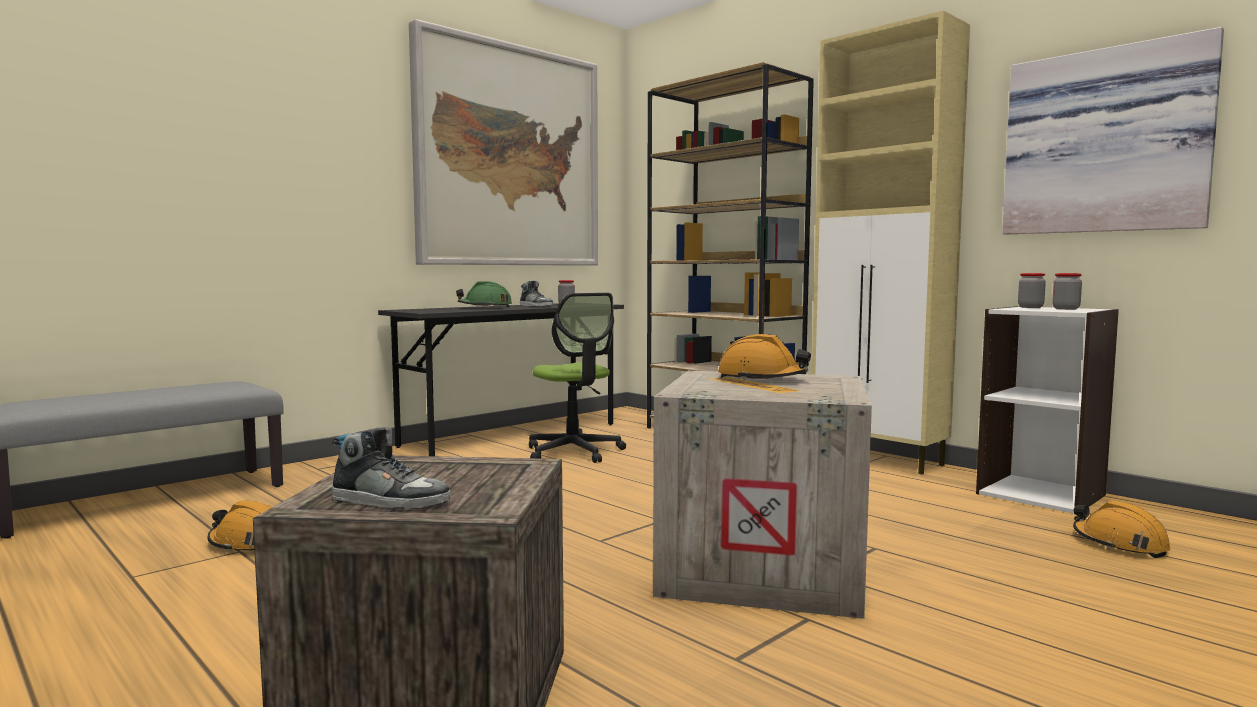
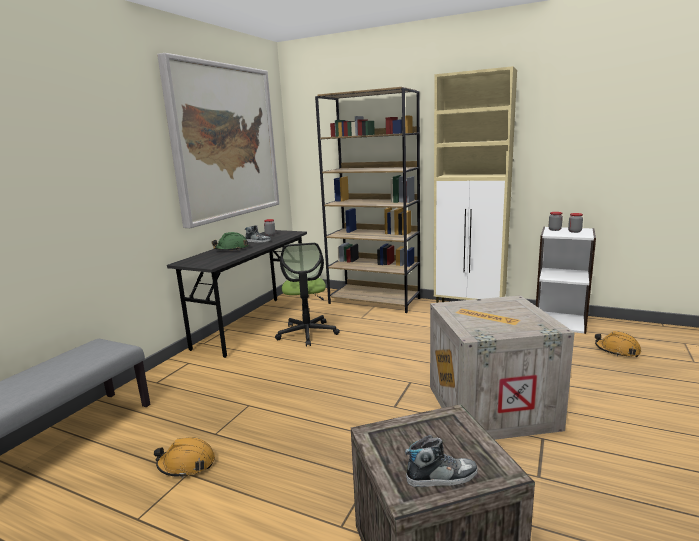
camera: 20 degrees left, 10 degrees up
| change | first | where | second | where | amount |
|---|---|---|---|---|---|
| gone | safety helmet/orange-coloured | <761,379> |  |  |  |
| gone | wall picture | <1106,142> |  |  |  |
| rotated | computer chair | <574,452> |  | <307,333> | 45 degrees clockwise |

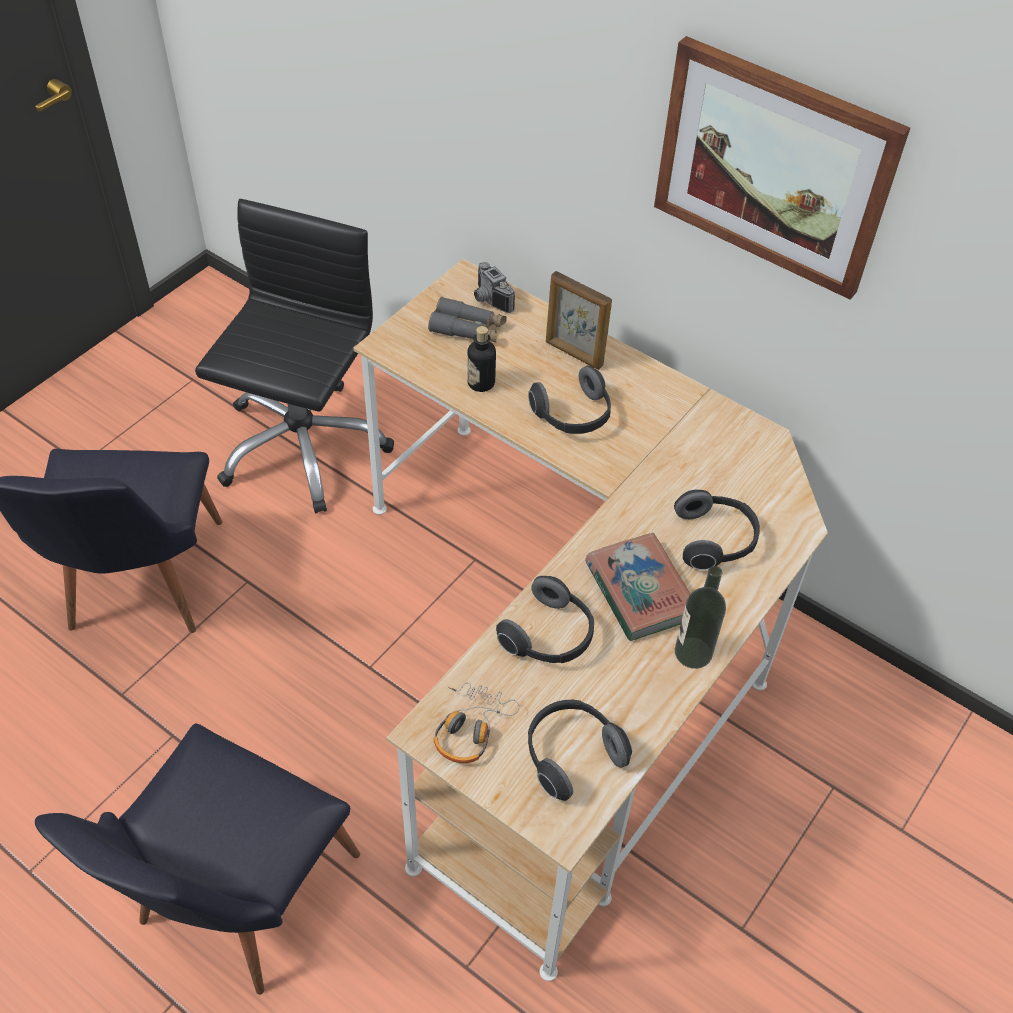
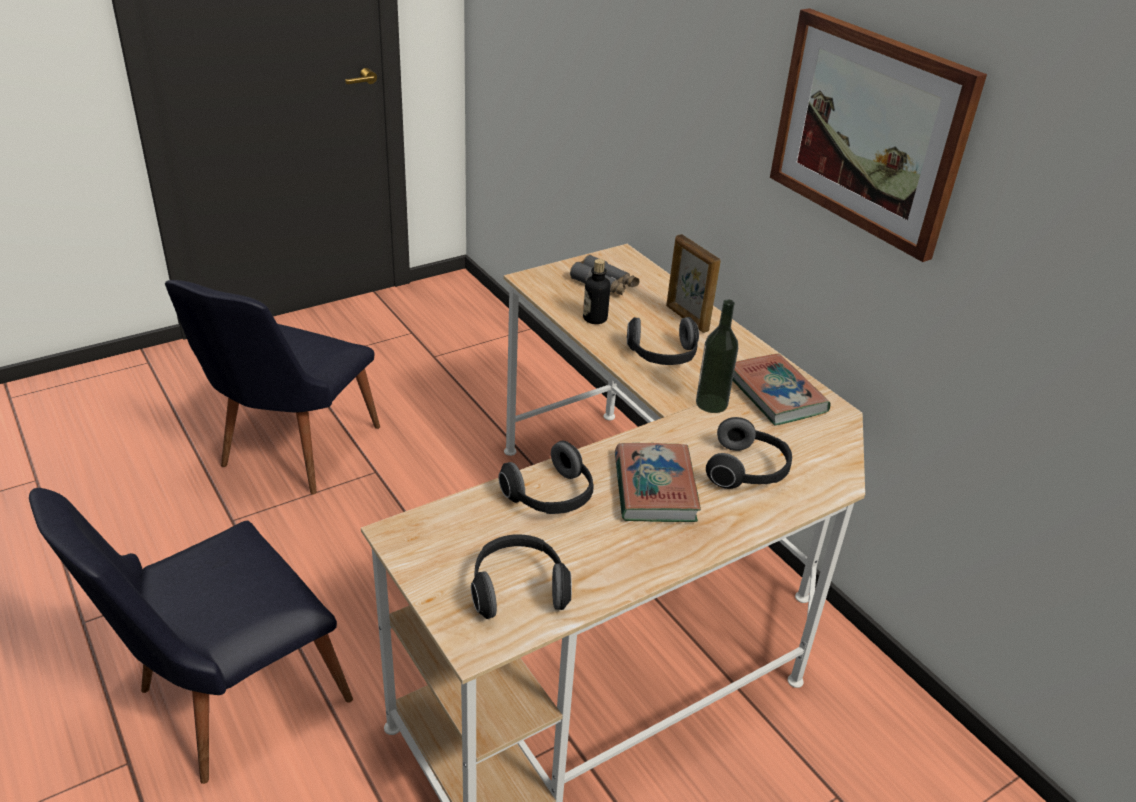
camera: 20 degrees right, 15 degrees down
| change | first | where | second | where | amount |
|---|---|---|---|---|---|
| gone | computer chair/blackish | <302,445> |  |  |  |
| gone | pair of headphones | <470,728> |  |  |  |
| gone | photo camera | <488,300> |  |  |  |
| new |  |  | bound book | <776,394> |  |
| shifted | bottle | <693,652> |  | <711,403> |  |

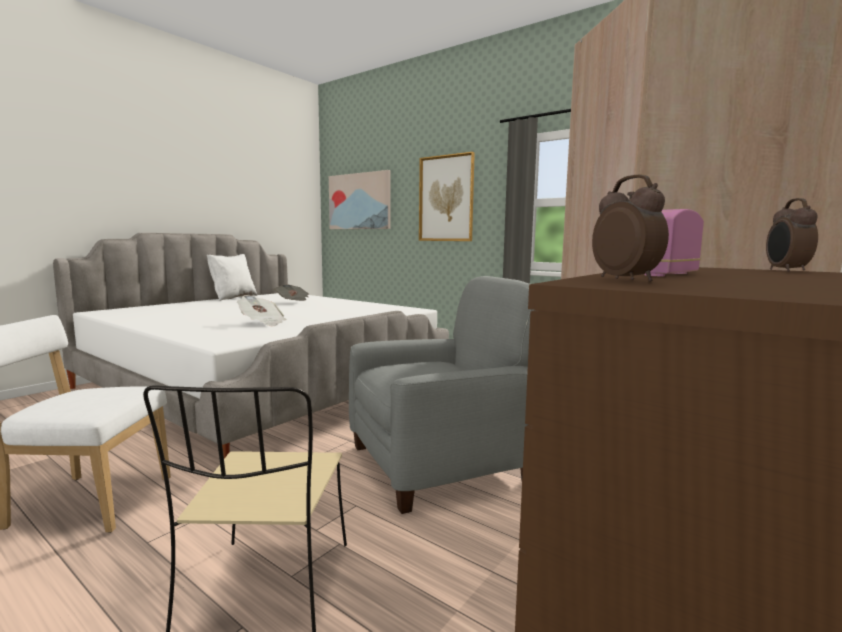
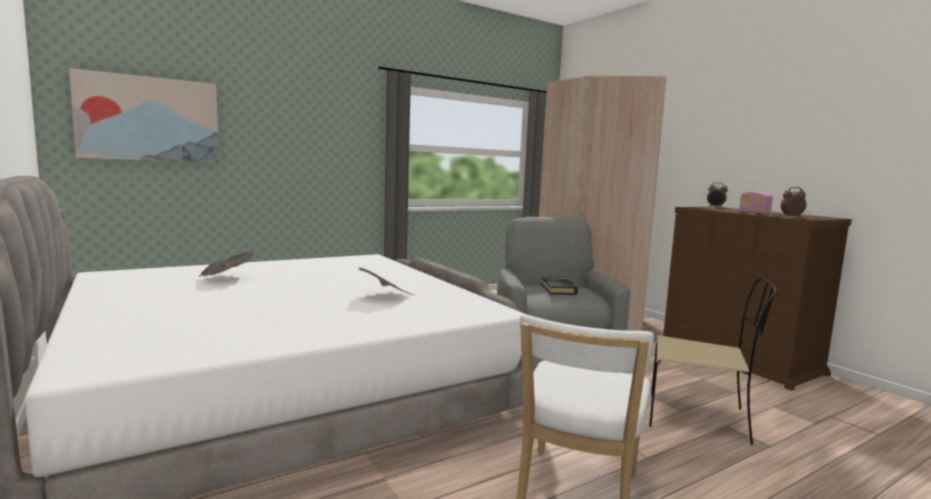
camera: 70 degrees left, 0 degrees up
| change | first | where | second | where | amount |
|---|---|---|---|---|---|
| gone | pillow/white-coloured | <233,297> |  |  |  |
| gone | wall picture | <446,198> |  |  |  |
| new |  |  | bound book/blackish | <558,289> |  |

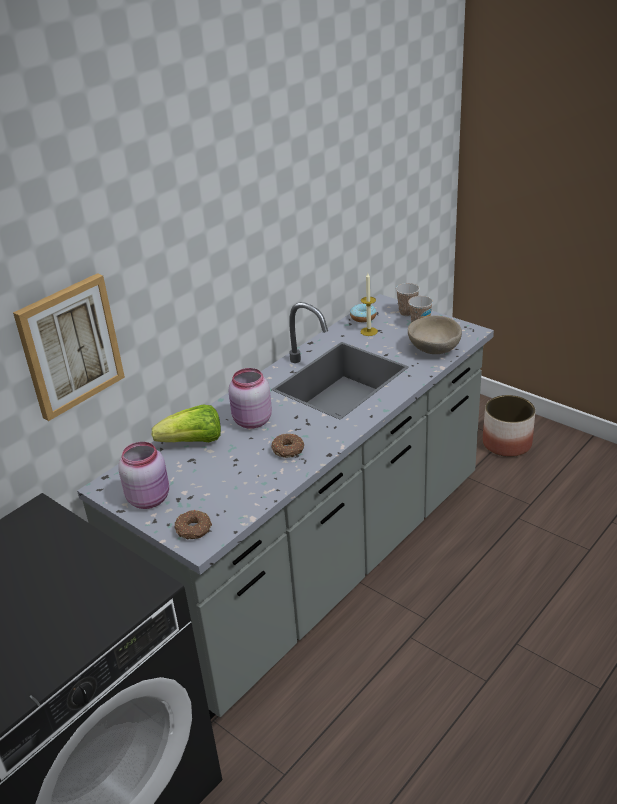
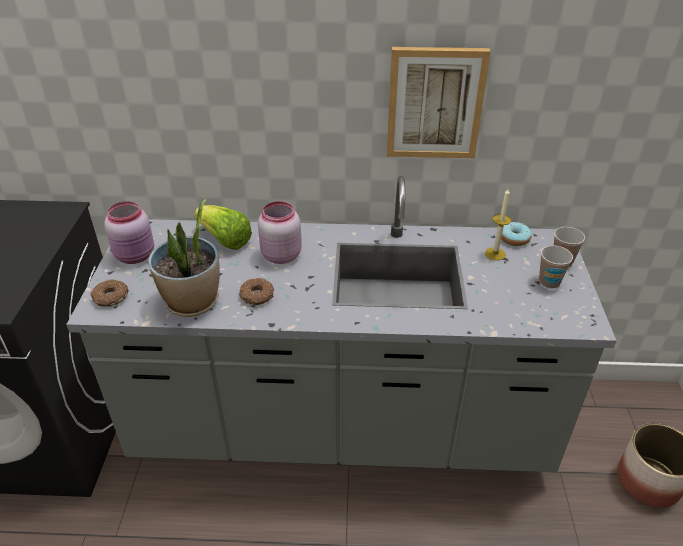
camera: 50 degrees right, 5 degrees up
| change | first | where | second | where | amount |
|---|---|---|---|---|---|
| gone | serving bowl/sand-coloured | <433,349> |  |  |  |
| new |  |  | plant in a pot | <193,302> |  |
| shifted | wall picture | <70,345> |  | <435,103> |  |

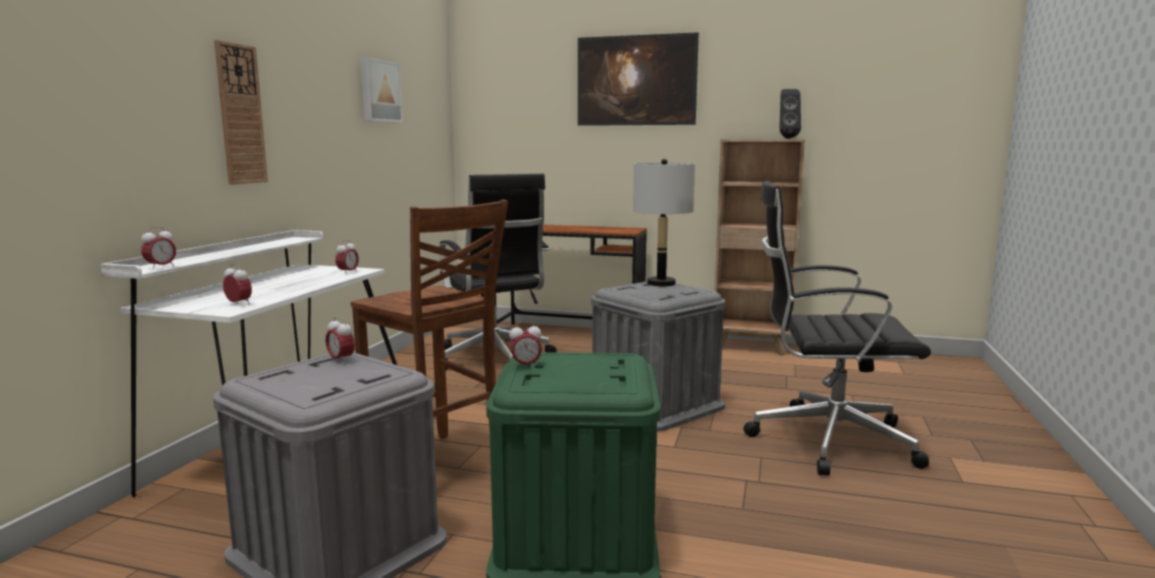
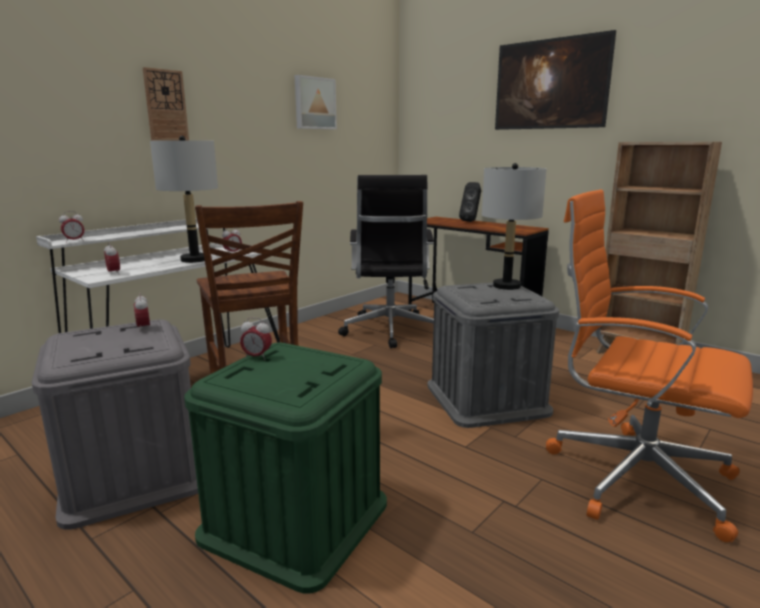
camera: 25 degrees right, 5 degrees up
| change | first | where | second | where | amount |
|---|---|---|---|---|---|
| new |  |  | tabletop lamp/greyish | <195,260> |  |
| shifted | loudspeaker/blackish | <787,138> |  | <471,221> |  |
| repainted | computer chair/blackish | <826,440> | computer chair/orange-coloured | <633,476> |  |

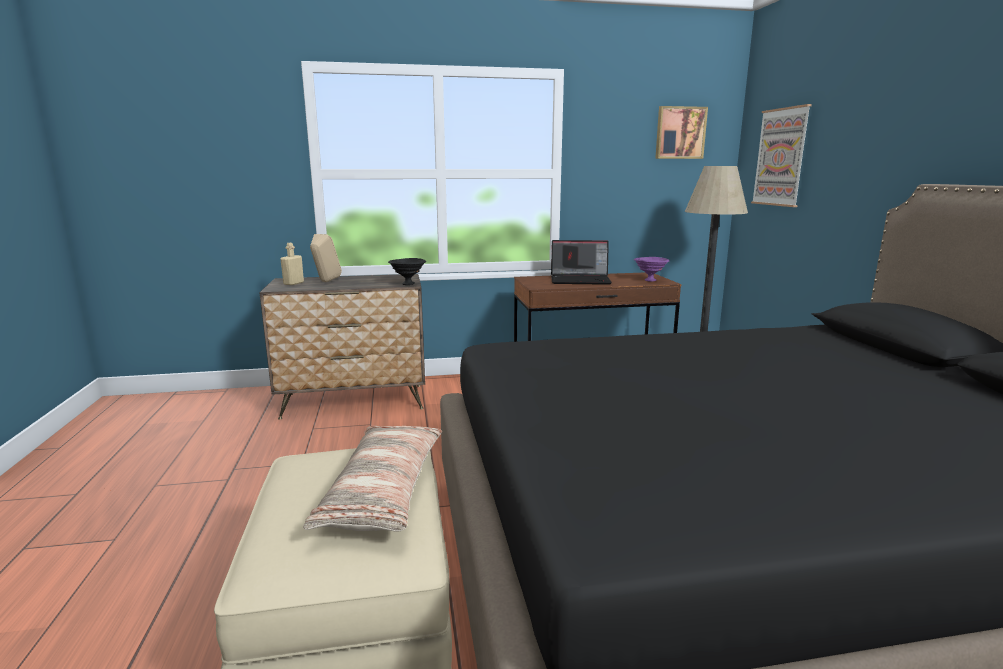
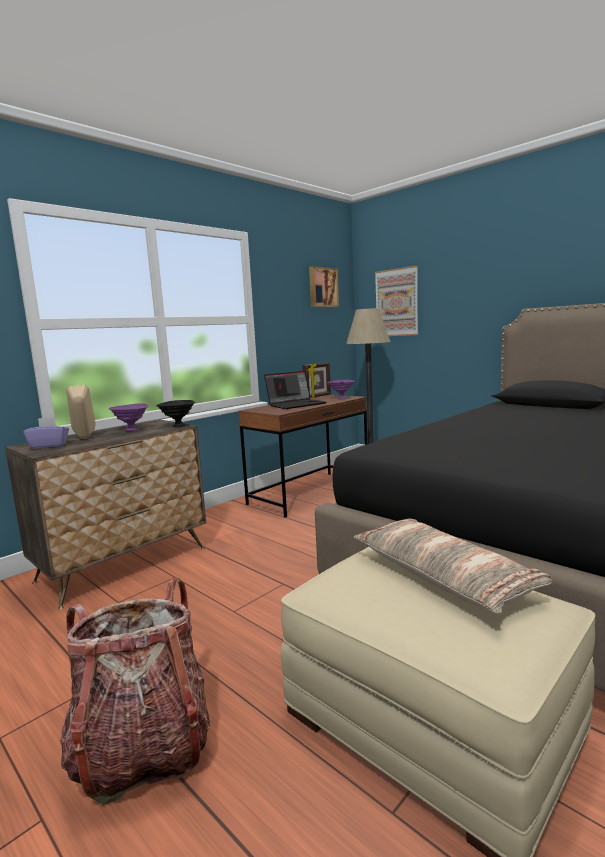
camera: 35 degrees left, 5 degrees down
| change | first | where | second | where | amount |
|---|---|---|---|---|---|
| new |  |  | backpack | <143,748> |  |
| new |  |  | serving bowl/purple | <131,430> |  |
| new |  |  | standing frame | <318,396> |  |
| swapped | bottle/sand-coloured | <293,283> | tissue holder/purple | <49,445> |  |

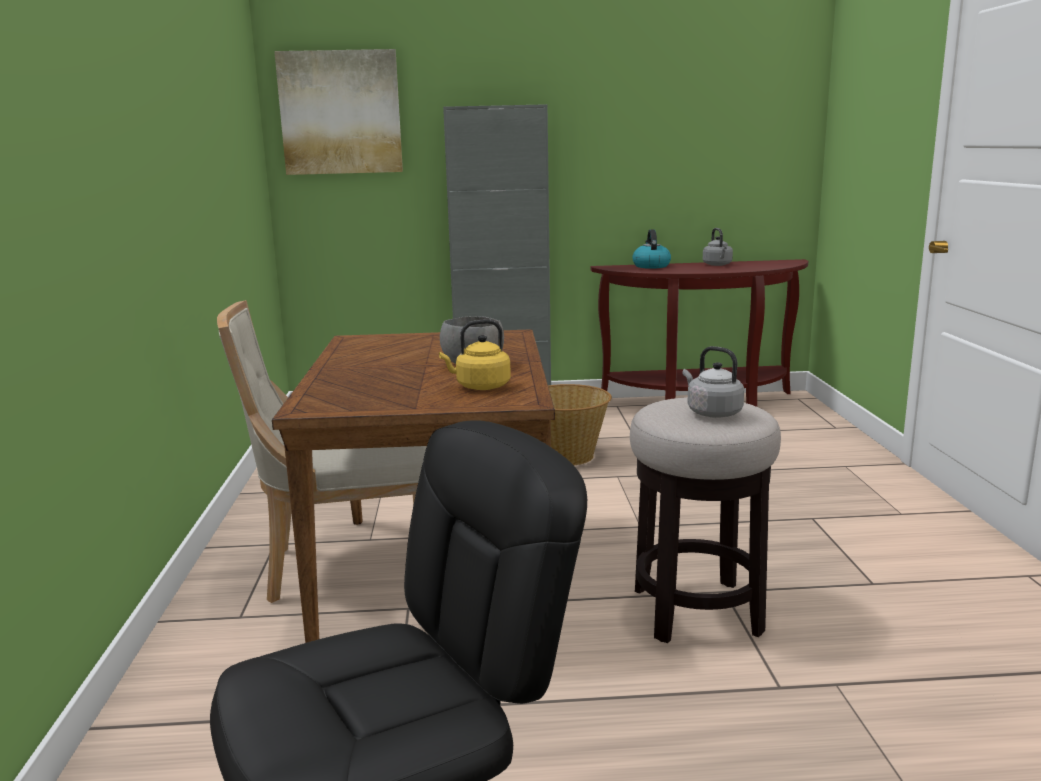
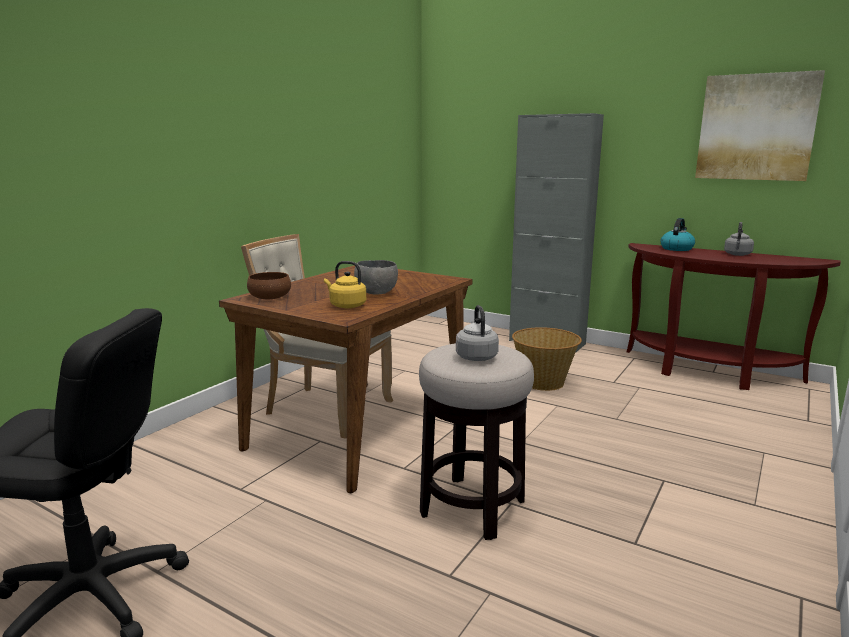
camera: 35 degrees right, 0 degrees up
| change | first | where | second | where | amount |
|---|---|---|---|---|---|
| new |  |  | serving bowl/brown | <270,296> |  |
| shifted | wall picture | <340,113> |  | <756,127> |  |

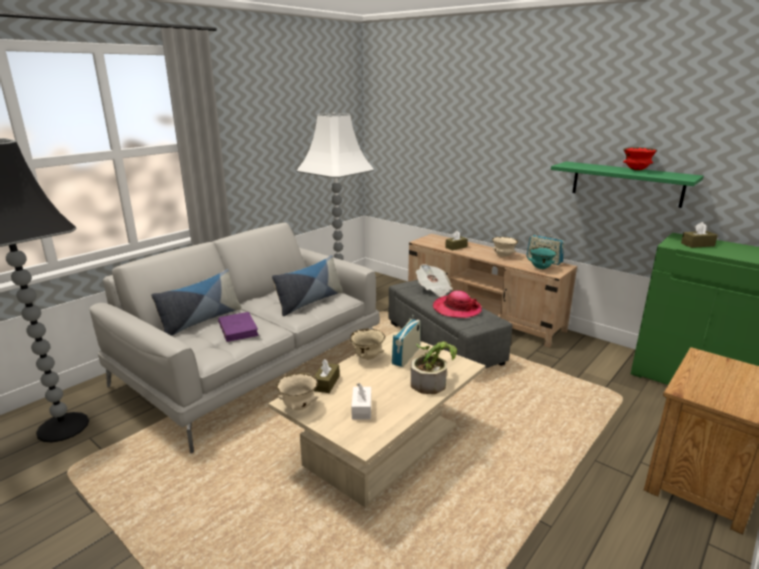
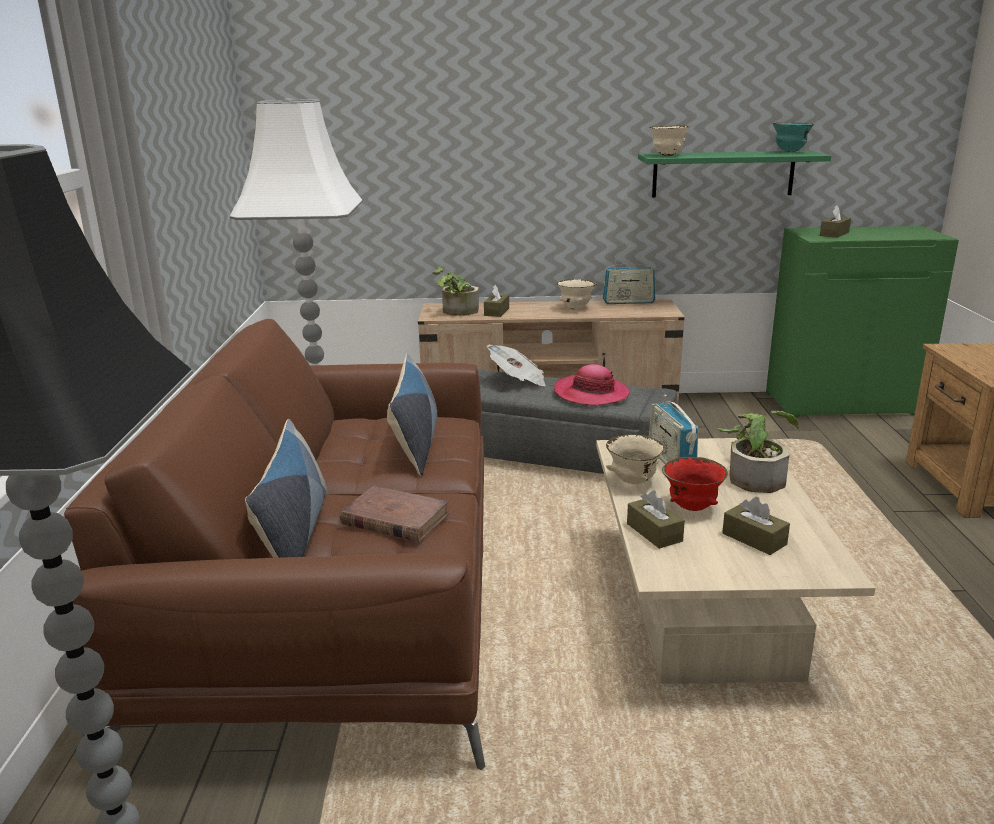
camera: 40 degrees left, 0 degrees up
| change | first | where | second | where | amount |
|---|---|---|---|---|---|
| new |  |  | plant in a pot | <456,312> |  |
| shifted | serving bowl/sand-coloured | <299,407> |  | <667,155> |  |
| shifted | serving bowl/blue-green | <540,268> |  | <789,152> |  |
| shifted | serving bowl/red-coloured | <636,170> |  | <691,507> |  |
| repainted | settee/greyish | <253,364> | settee/brown | <342,598> |  |
| repainted | bound book/purple | <238,329> | bound book/brown | <394,519> |  |
| repainted | tissue holder/white-coloured | <361,409> | tissue holder/brown | <754,539> |  |

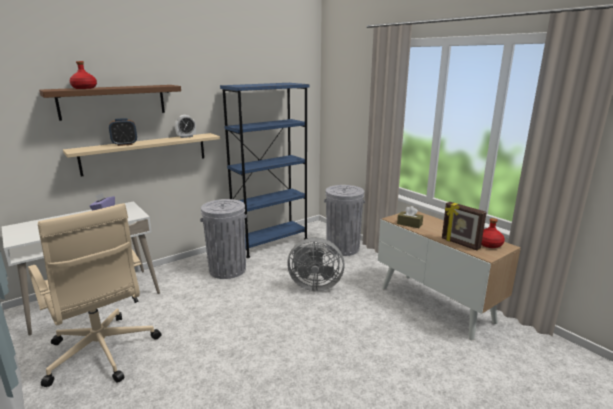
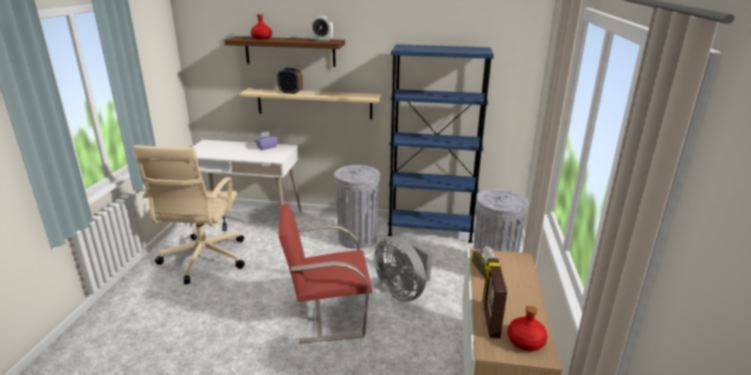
camera: 45 degrees right, 5 degrees up
| change | first | where | second | where | amount |
|---|---|---|---|---|---|
| new |  |  | chair/red-coloured | <327,315> |  |
| shifted | alarm clock | <186,137> |  | <322,40> |  |

